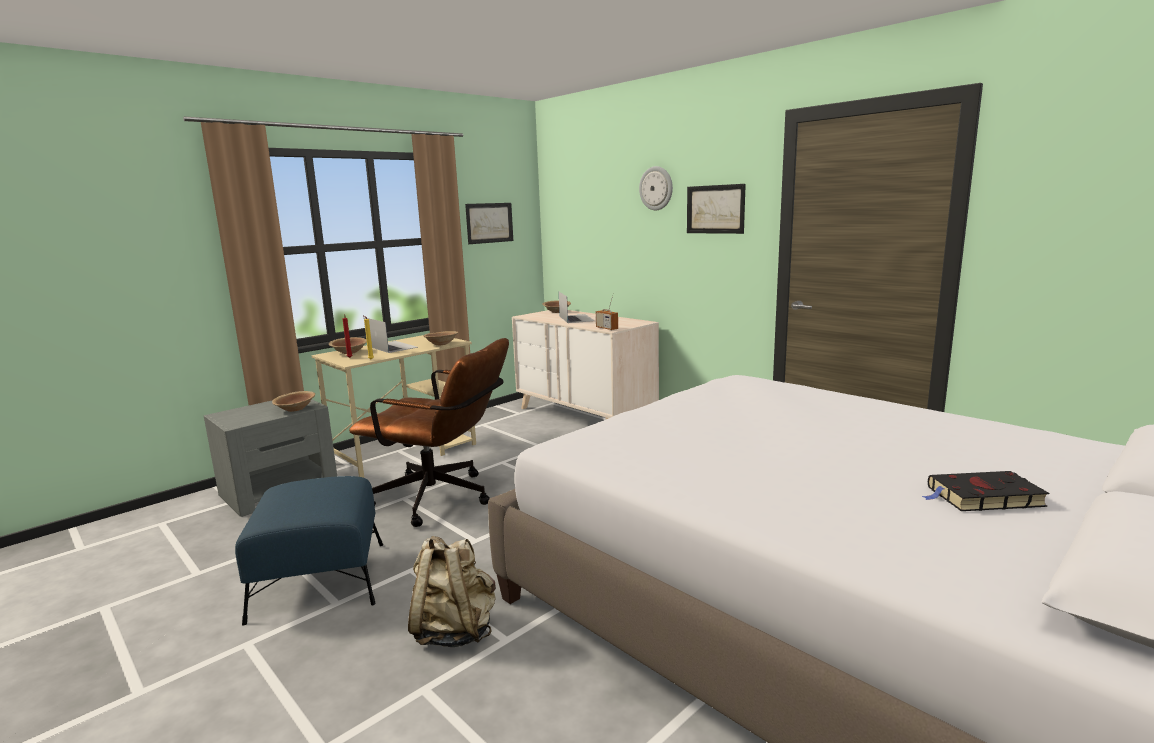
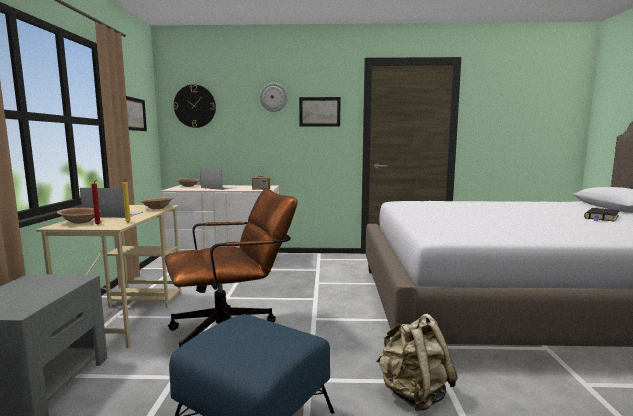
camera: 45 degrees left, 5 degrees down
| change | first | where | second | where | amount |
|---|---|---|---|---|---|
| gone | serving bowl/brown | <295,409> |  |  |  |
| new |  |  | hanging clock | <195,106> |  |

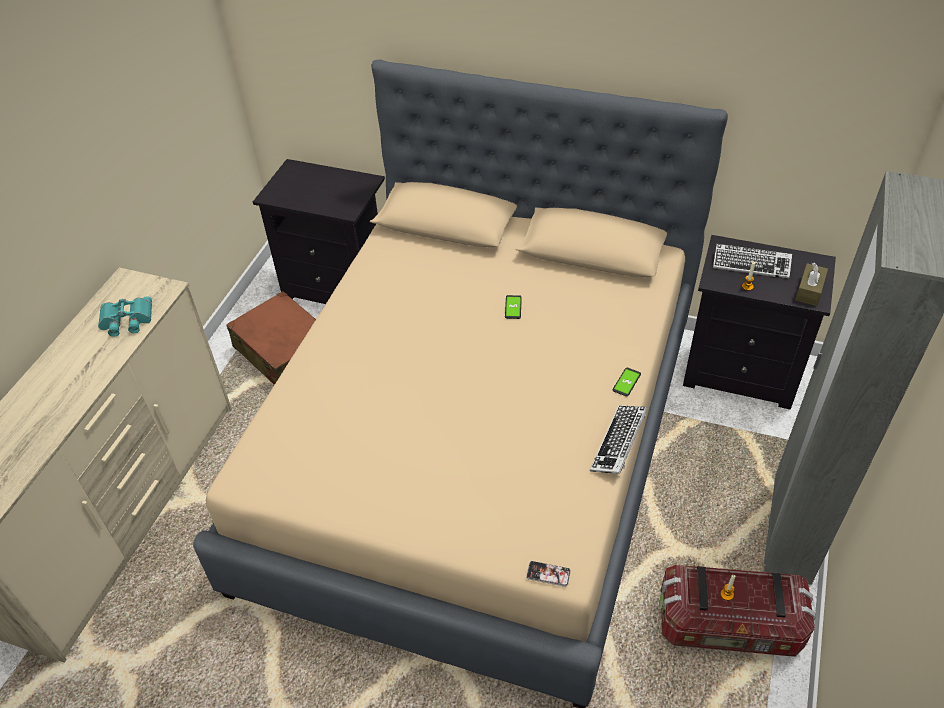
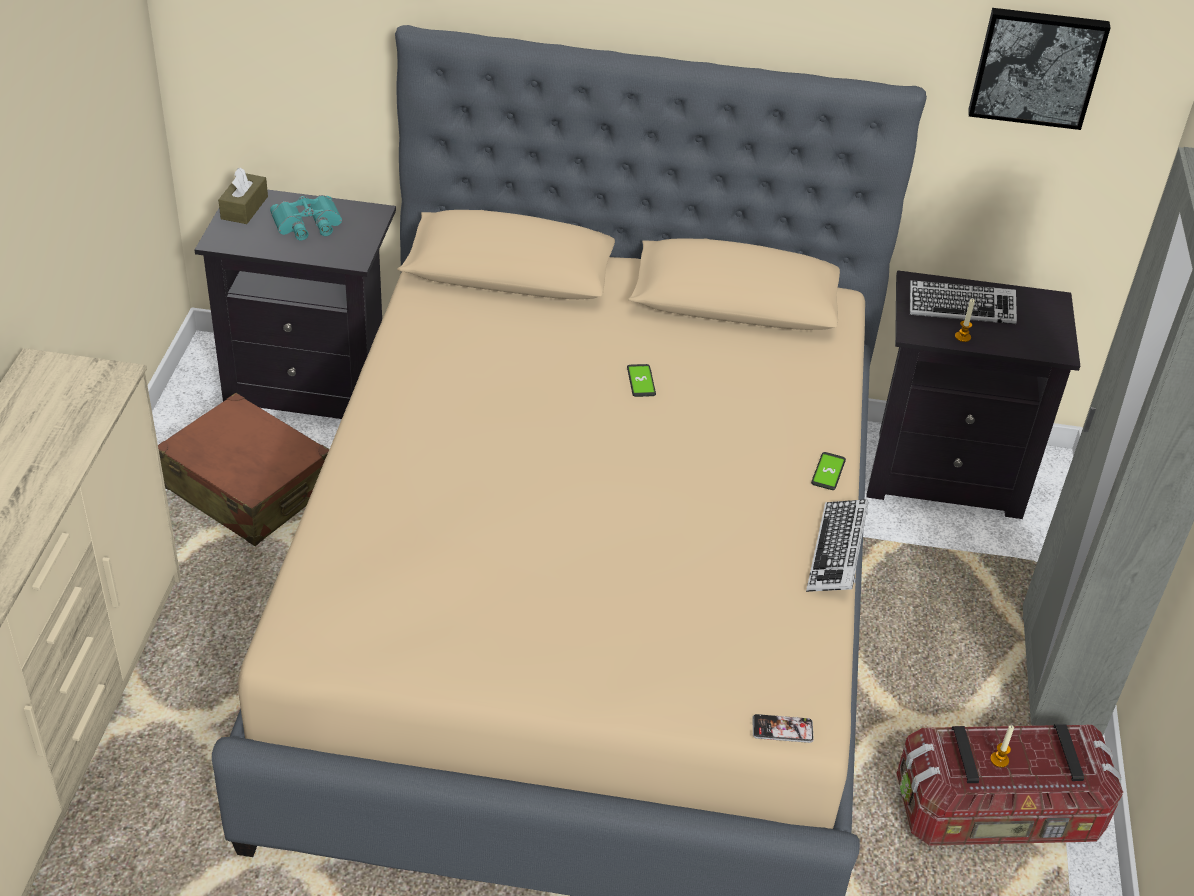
camera: 15 degrees left, 5 degrees down
| change | first | where | second | where | amount |
|---|---|---|---|---|---|
| new |  |  | wall picture | <1037,66> |  |
| shifted | pair of binoculars/blue-green | <126,321> |  | <307,224> |  |
| shifted | tissue holder/brown | <809,290> |  | <244,207> |  |

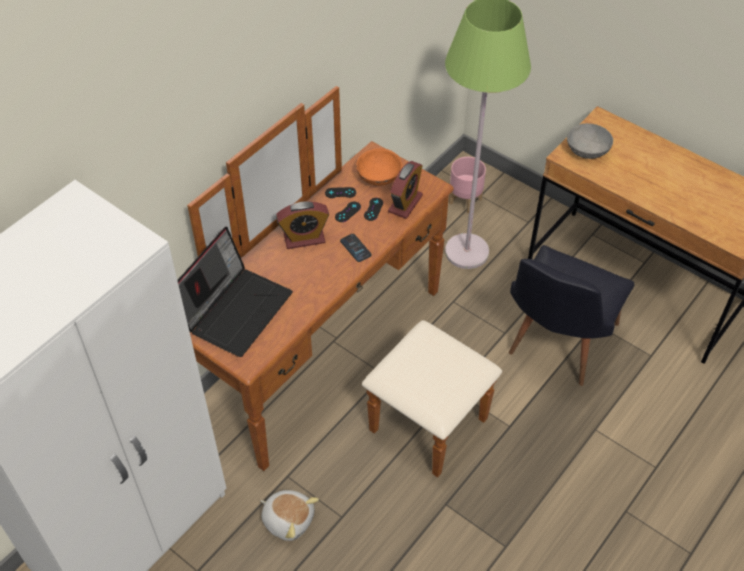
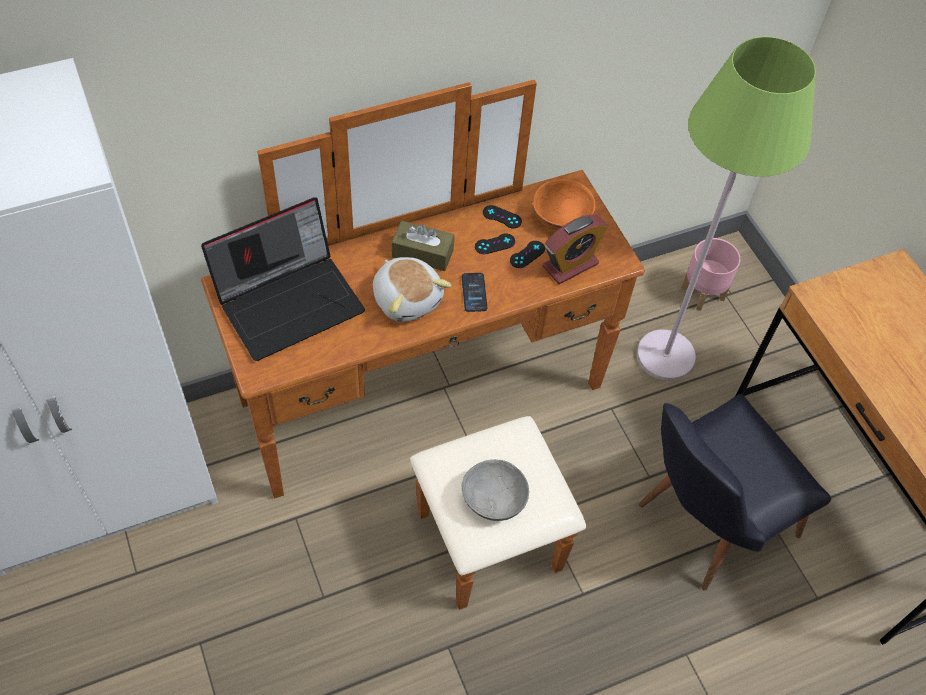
camera: 25 degrees right, 5 degrees up
| change | first | where | second | where | amount |
|---|---|---|---|---|---|
| shifted | cuddly toy | <288,519> |  | <407,298> |  |
| shifted | serving bowl/greyish | <588,150> |  | <494,500> |  |
| swapped | alarm clock | <304,238> | tissue holder/brown | <422,253> |  |

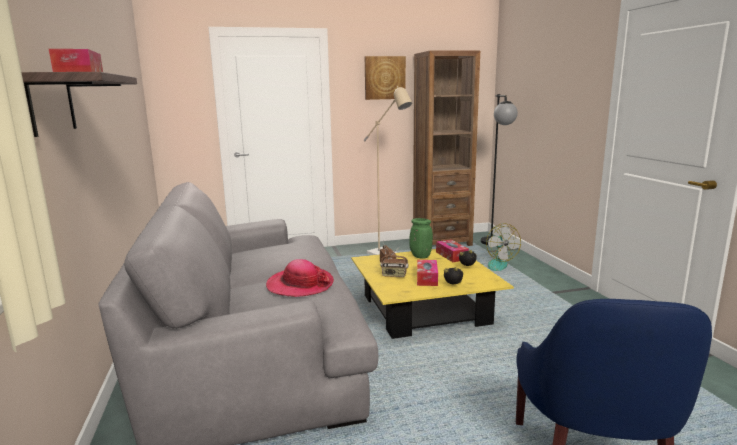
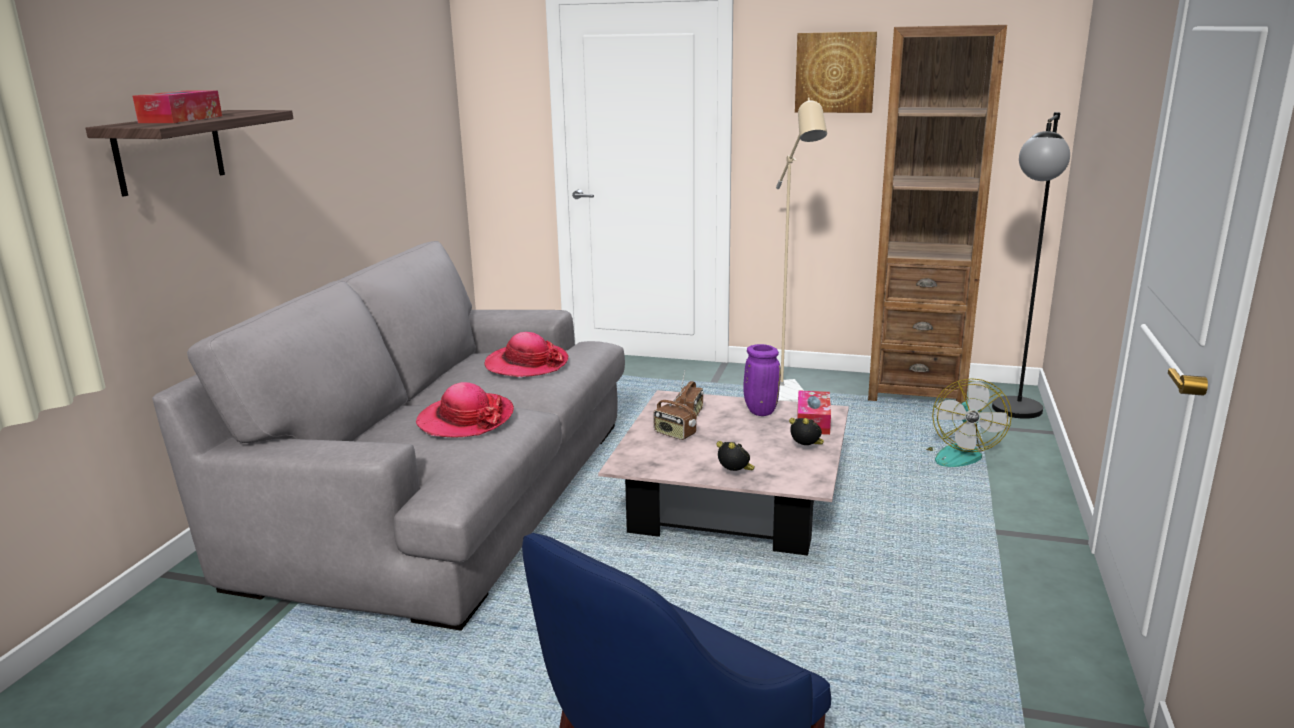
camera: 30 degrees right, 5 degrees up
| change | first | where | second | where | amount |
|---|---|---|---|---|---|
| gone | tissue holder | <427,278> |  |  |  |
| new |  |  | clothing hat | <526,364> |  |
| repainted | lounge table/yellowish | <423,309> | lounge table/pinkish | <730,501> |  |
| repainted | vase/green-coloured | <420,256> | vase/purple | <759,411> |  |

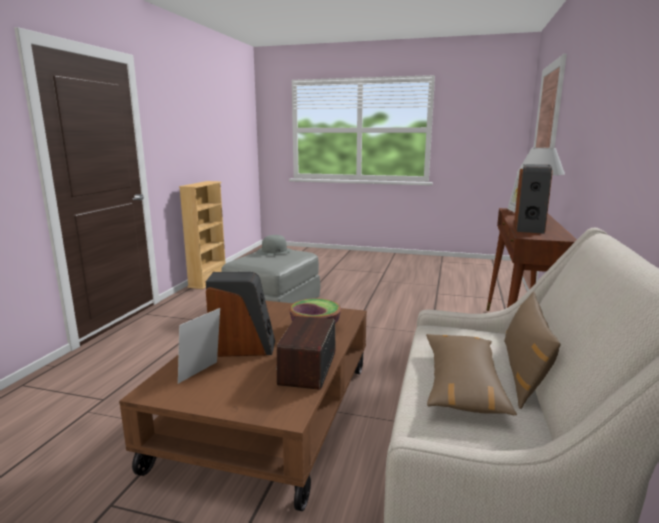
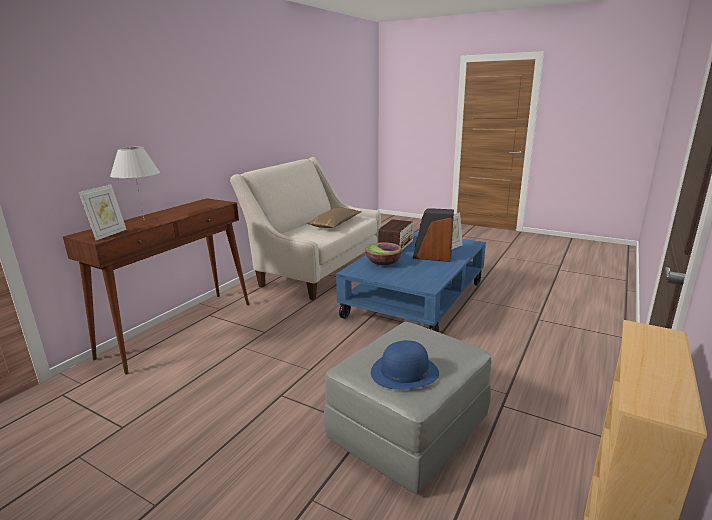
camera: 165 degrees left, 5 degrees up
| change | first | where | second | where | amount |
|---|---|---|---|---|---|
| gone | pillow/brown | <524,372> |  |  |  |
| gone | loudspeaker | <530,227> |  |  |  |
| repainted | lounge table/brown | <271,413> | lounge table/bluish | <415,299> |  |
| repainted | clothing hat/greyish | <274,251> | clothing hat/bluish | <404,372> |  |

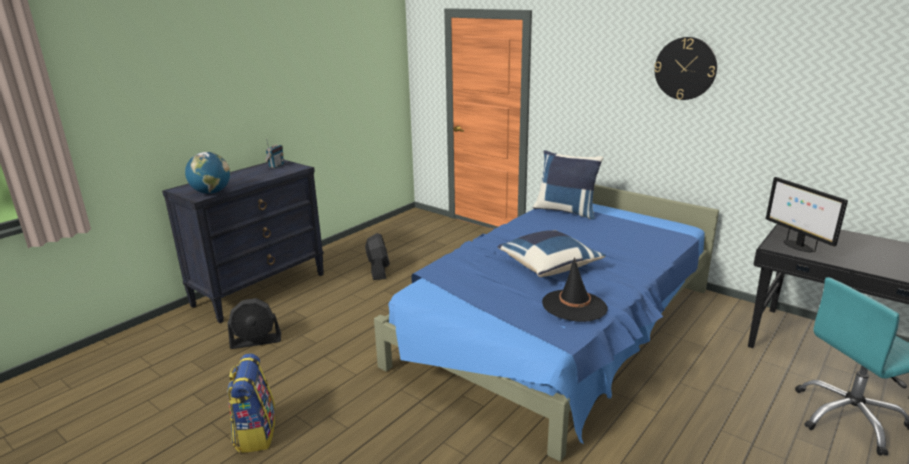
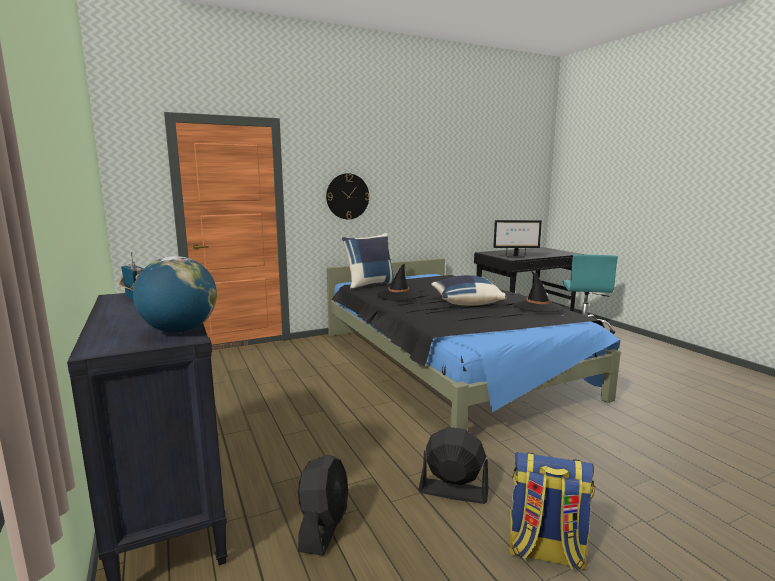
camera: 65 degrees left, 10 degrees down
| change | first | where | second | where | amount |
|---|---|---|---|---|---|
| new |  |  | clothing hat/blackish | <398,295> |  |
| shifted | fan/blackish | <378,271> |  | <453,491> |  |
| shifted | hanging clock | <685,68> |  | <347,196> |  |
| repainted | sleeping bed/bluish | <556,327> | sleeping bed/blackish | <448,363> |  |

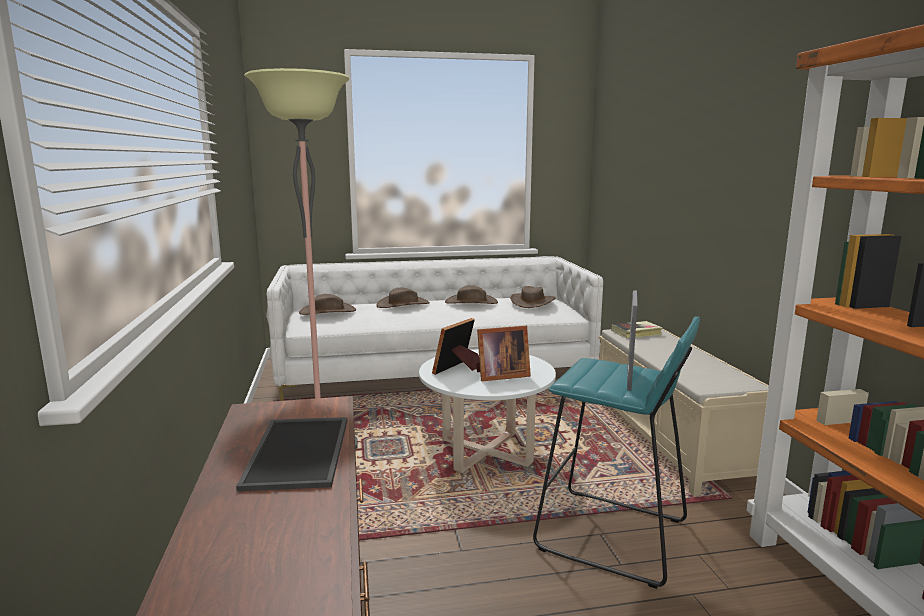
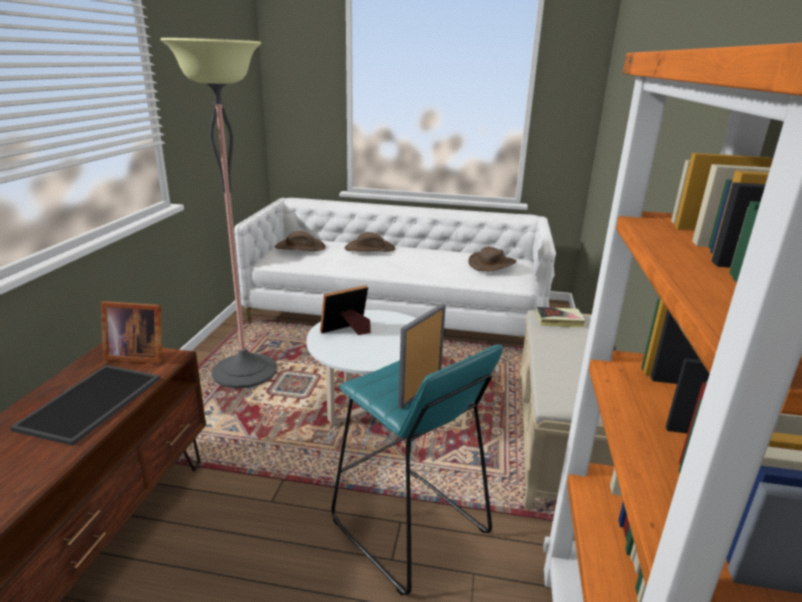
camera: 20 degrees right, 10 degrees up
| change | first | where | second | where | amount |
|---|---|---|---|---|---|
| gone | clothing hat/brown | <471,302> |  |  |  |
| shifted | standing frame | <500,375> |  | <136,355> |  |

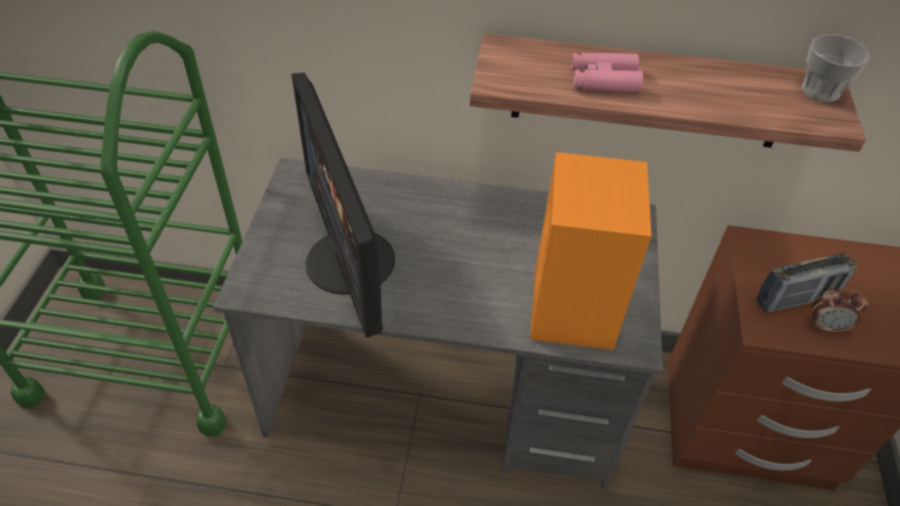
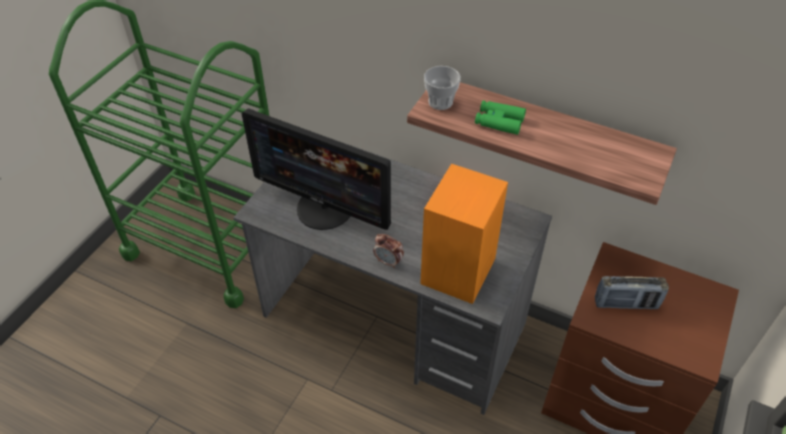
camera: 20 degrees right, 0 degrees up
| change | first | where | second | where | amount |
|---|---|---|---|---|---|
| shifted | small cup | <820,91> |  | <440,102> |  |
| shifted | alarm clock | <826,326> |  | <388,262> |  |
| repainted | pair of binoculars/pinkish | <603,80> | pair of binoculars/green-coloured | <499,122> |  |
| rotated | monitor | <349,262> |  | <325,208> | 60 degrees counterclockwise |

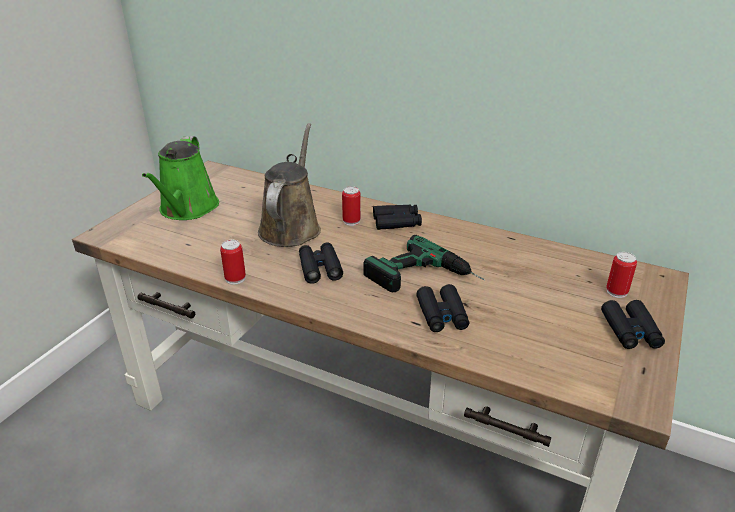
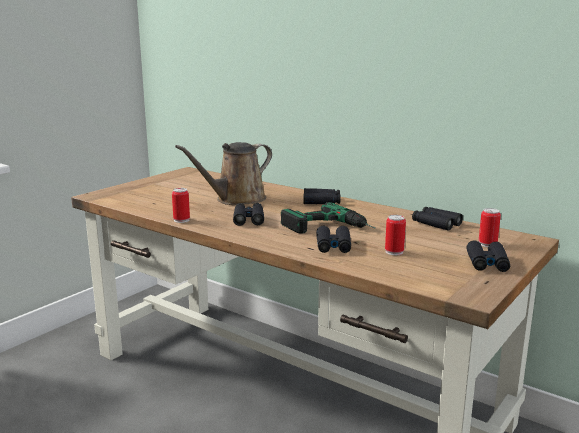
camera: 10 degrees right, 15 degrees down
| change | first | where | second | where | amount |
|---|---|---|---|---|---|
| gone | watering pot/green-coloured | <187,209> |  |  |  |
| new |  |  | pair of binoculars/blackish | <436,223> |  |
| shifted | sealed can | <351,221> |  | <394,252> |  |
| rotated | watering pot/brown | <291,227> |  | <236,199> | 150 degrees counterclockwise |

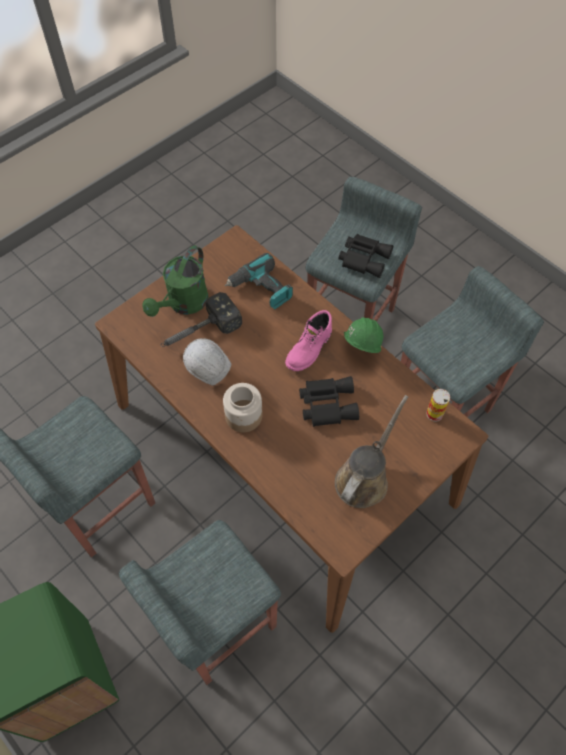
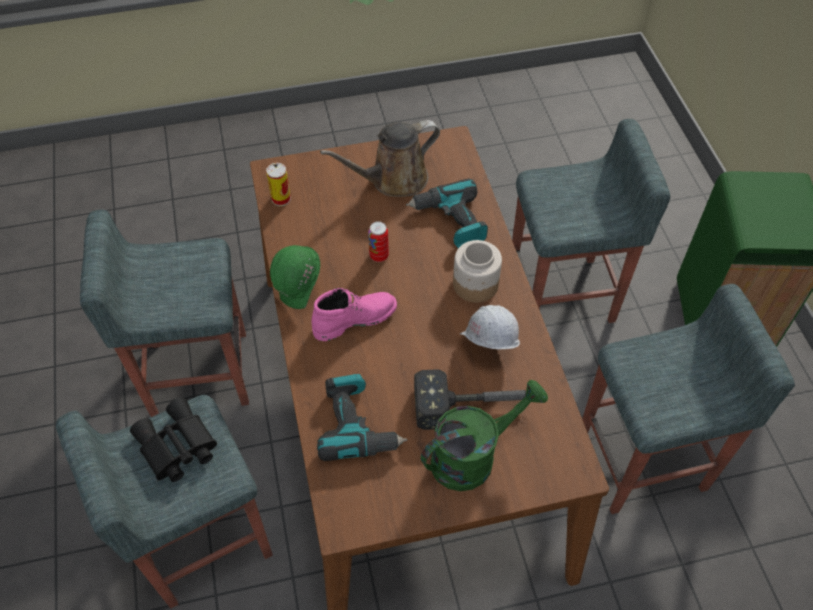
camera: 150 degrees left, 5 degrees down
| change | first | where | second | where | amount |
|---|---|---|---|---|---|
| new |  |  | power drill | <451,221> |  |
| swapped | pair of binoculars/blackish | <327,403> | sealed can | <379,256> |  |

